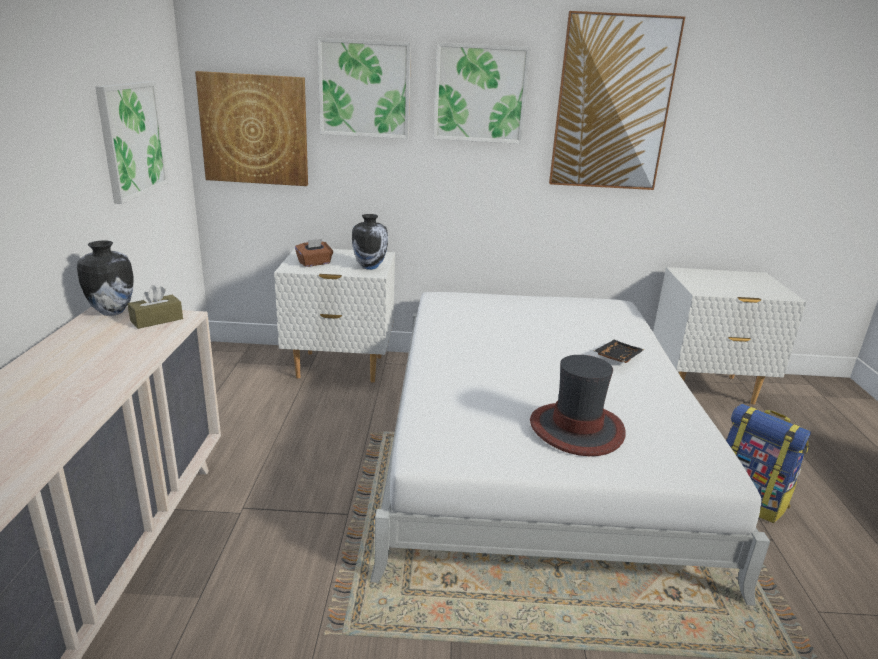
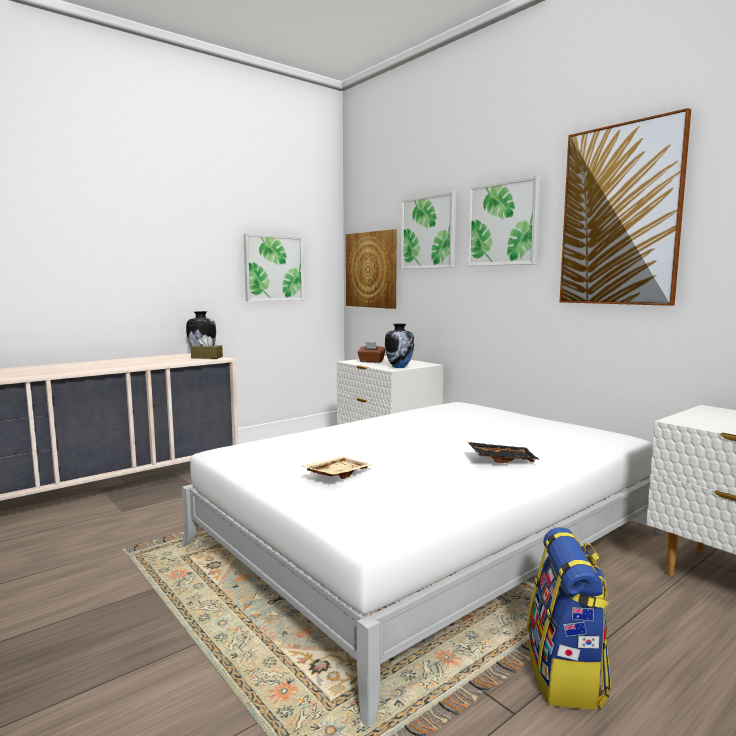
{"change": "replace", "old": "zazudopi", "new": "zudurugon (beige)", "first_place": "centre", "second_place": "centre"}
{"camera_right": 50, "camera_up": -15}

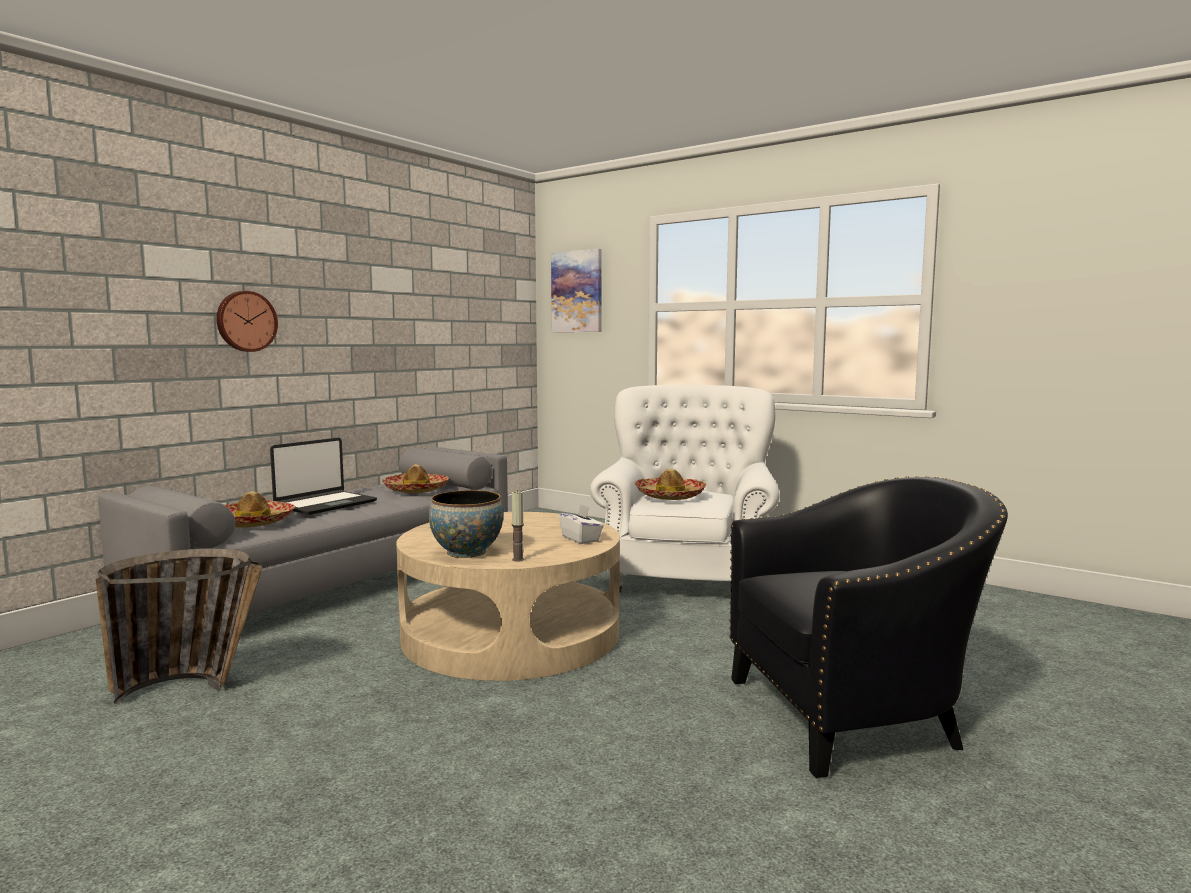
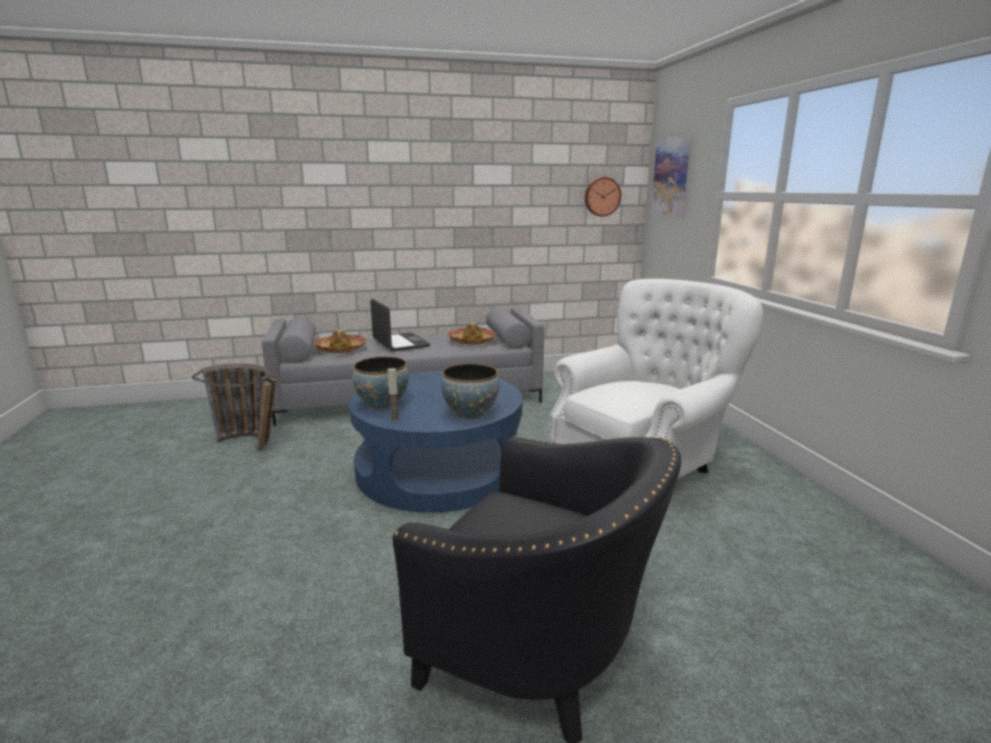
{"change": "delete", "old": "zazudopi (3rd from left)", "first_place": "centre"}
{"change": "move", "old": "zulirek", "first_place": "middle left", "second_place": "top centre"}
{"change": "replace", "old": "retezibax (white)", "new": "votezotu (2nd from left)", "first_place": "centre", "second_place": "centre"}
{"change": "recolor", "old": "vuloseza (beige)", "new": "vuloseza (blue)", "first_place": "bottom centre", "second_place": "centre"}
{"change": "rotate", "old": "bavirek", "first_place": "middle left", "second_place": "centre", "degrees": -105}
{"camera_right": 40, "camera_up": 10}

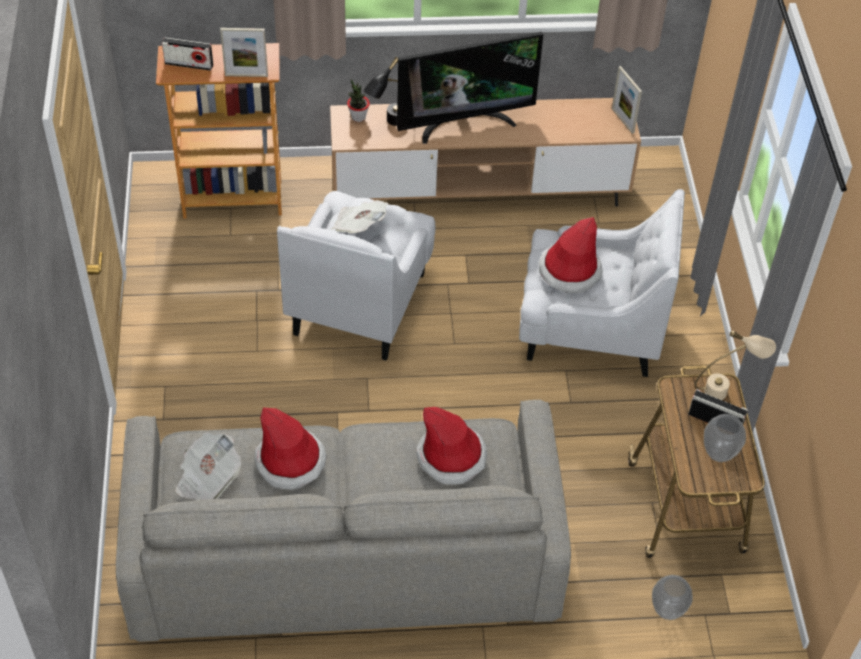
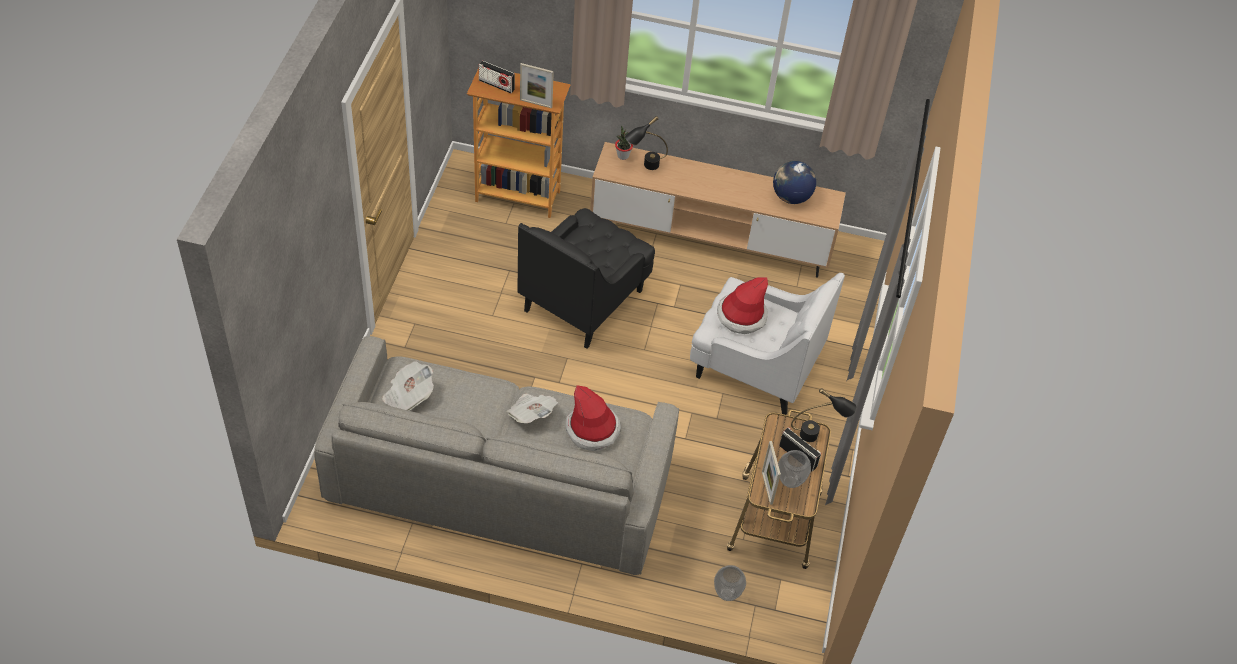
{"change": "delete", "old": "zazudopi (1st from left)", "first_place": "bottom centre"}
{"change": "delete", "old": "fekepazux", "first_place": "top centre"}
{"change": "insert", "new": "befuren", "second_place": "top centre"}
{"change": "move", "old": "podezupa (2nd from left)", "first_place": "top centre", "second_place": "centre"}
{"change": "move", "old": "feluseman (2nd from left)", "first_place": "top right", "second_place": "bottom centre"}
{"change": "recolor", "old": "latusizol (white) (1st from left)", "new": "latusizol (black)", "first_place": "centre", "second_place": "centre"}
{"change": "recolor", "old": "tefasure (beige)", "new": "tefasure (black) (2nd from left)", "first_place": "middle right", "second_place": "centre"}
{"camera_right": 15, "camera_up": 0}

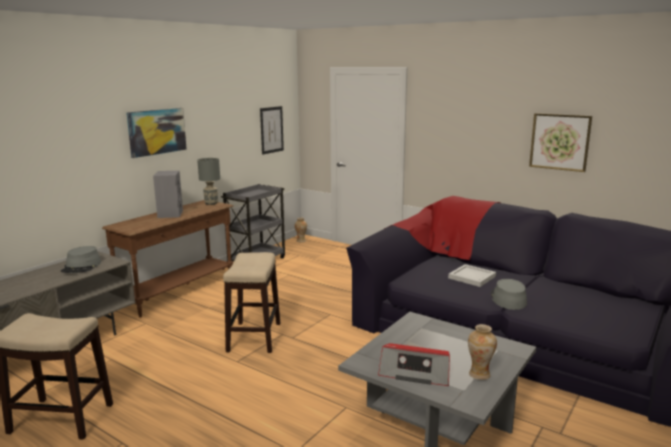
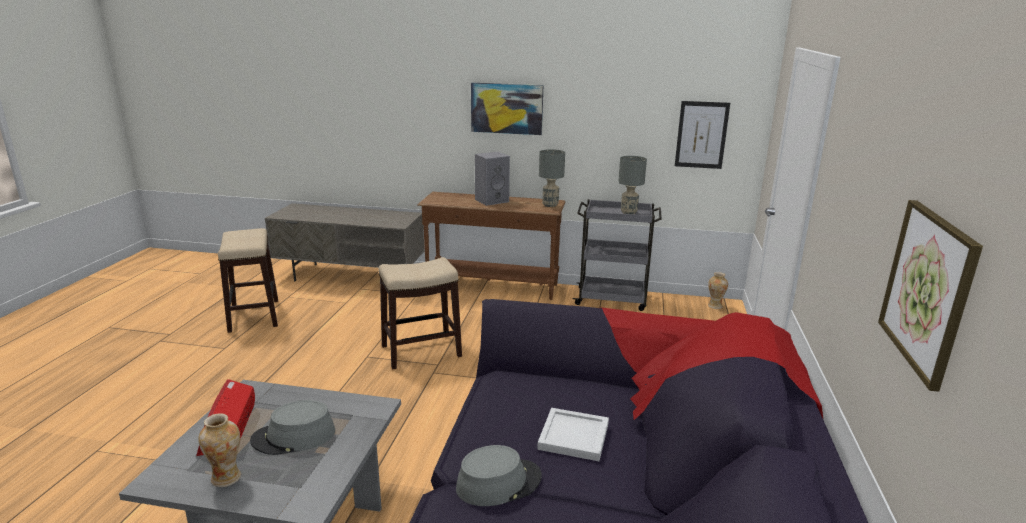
{"change": "insert", "new": "tefasure (grey) (2nd from left)", "second_place": "centre"}
{"change": "move", "old": "zazudopi (grey) (1st from left)", "first_place": "middle left", "second_place": "bottom left"}
{"camera_right": 65, "camera_up": 5}

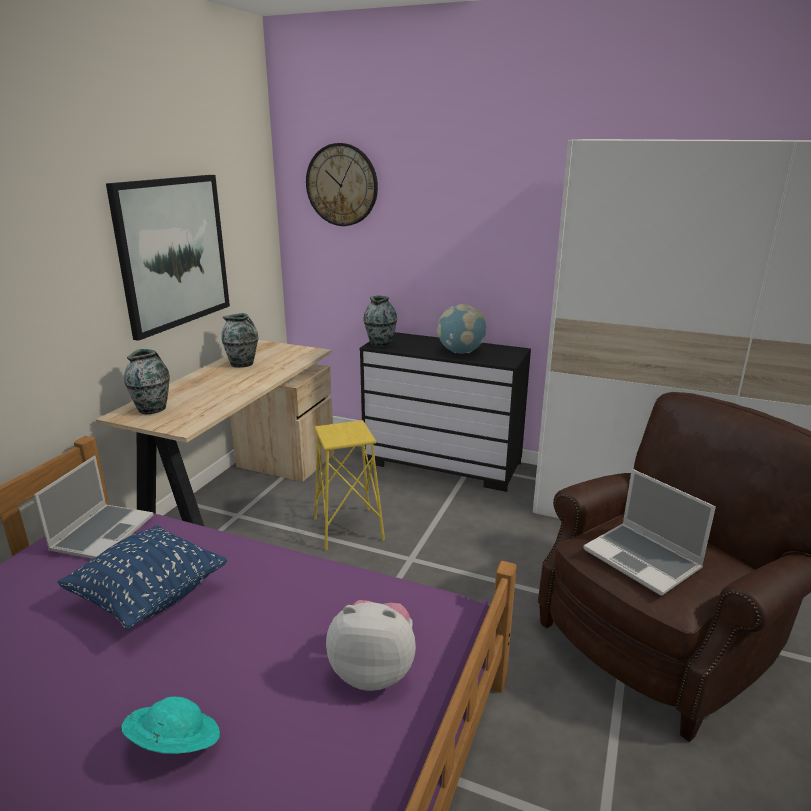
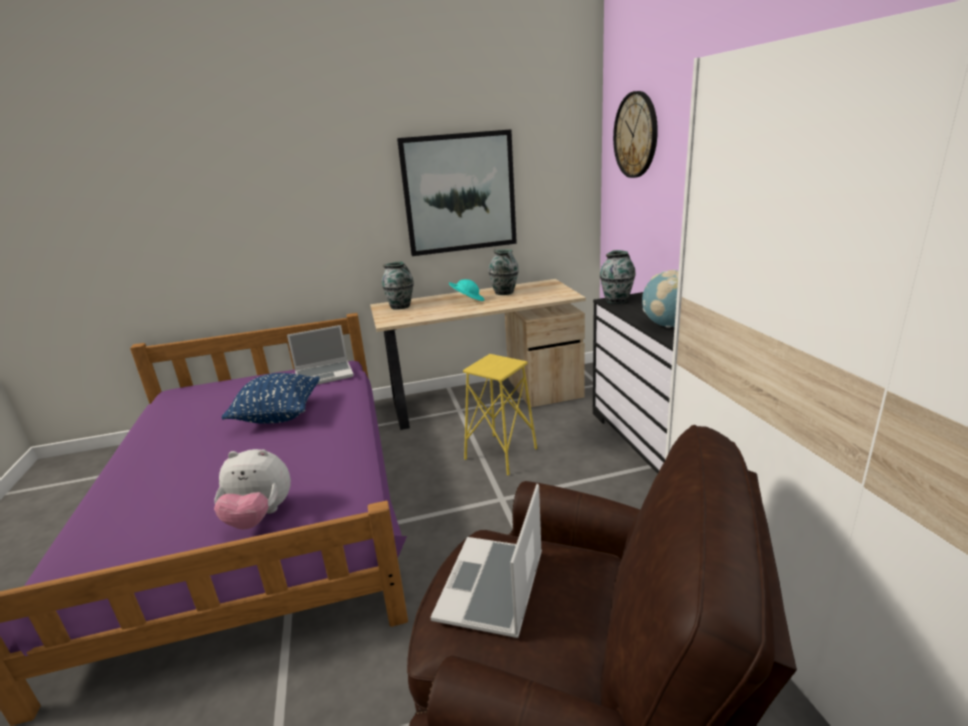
{"change": "move", "old": "zazudopi (turquoise)", "first_place": "bottom left", "second_place": "centre"}
{"change": "rotate", "old": "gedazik", "first_place": "bottom centre", "second_place": "bottom left", "degrees": 120}
{"camera_right": 55, "camera_up": 0}

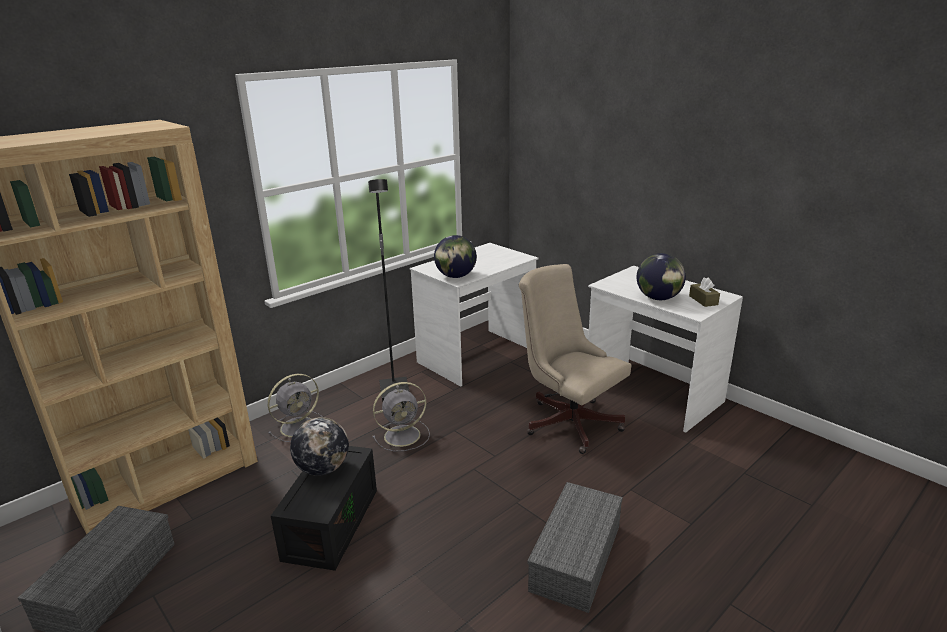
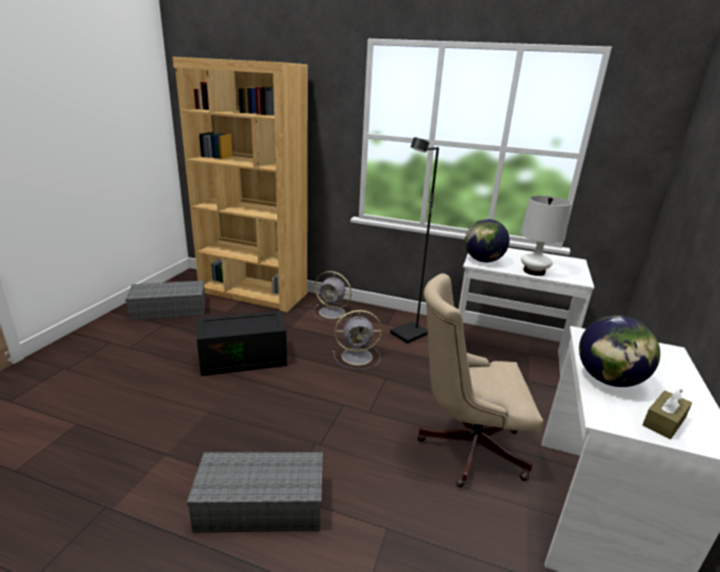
{"change": "delete", "old": "befuren (1st from left)", "first_place": "bottom centre"}
{"change": "insert", "new": "tefasure (white)", "second_place": "middle right"}
{"change": "rotate", "old": "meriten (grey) (2nd from left)", "first_place": "centre", "second_place": "centre", "degrees": -45}
{"change": "rotate", "old": "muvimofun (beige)", "first_place": "centre", "second_place": "middle right", "degrees": -105}
{"camera_right": 60, "camera_up": 0}

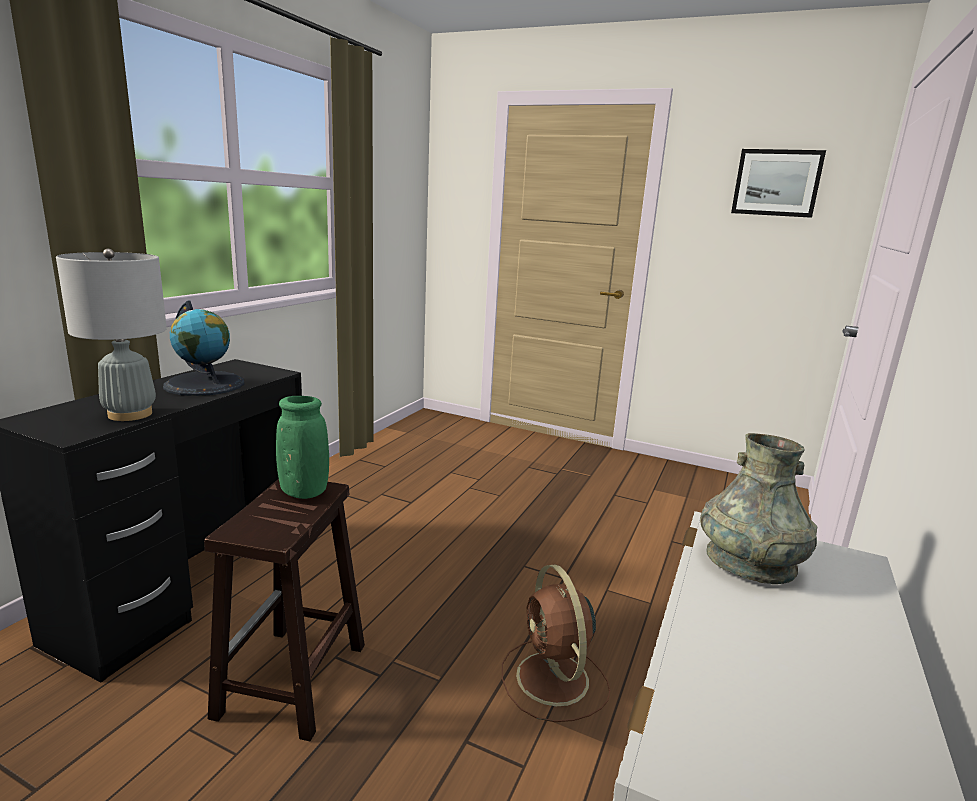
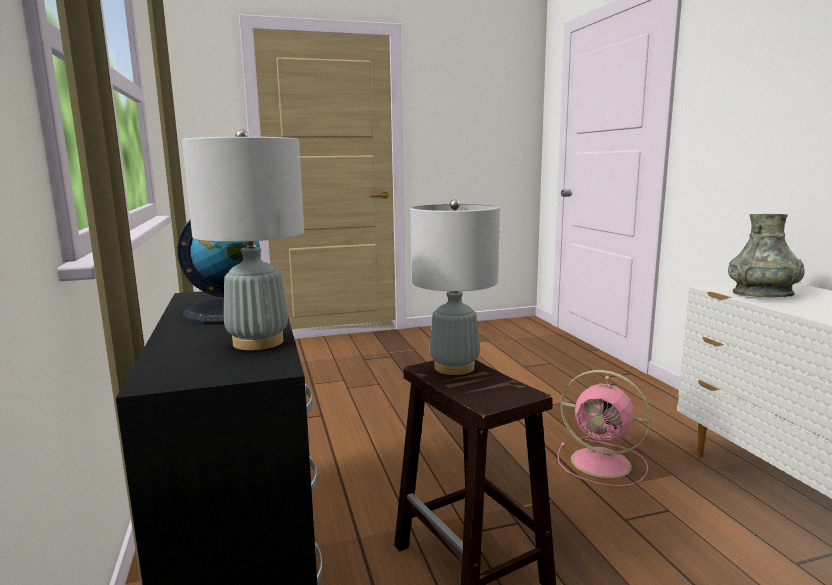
{"change": "delete", "old": "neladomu", "first_place": "top right"}
{"change": "replace", "old": "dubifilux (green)", "new": "tefasure (grey) (2nd from left)", "first_place": "middle left", "second_place": "centre"}
{"change": "recolor", "old": "meriten (brown)", "new": "meriten (pink)", "first_place": "bottom centre", "second_place": "bottom right"}
{"camera_right": -40, "camera_up": -5}

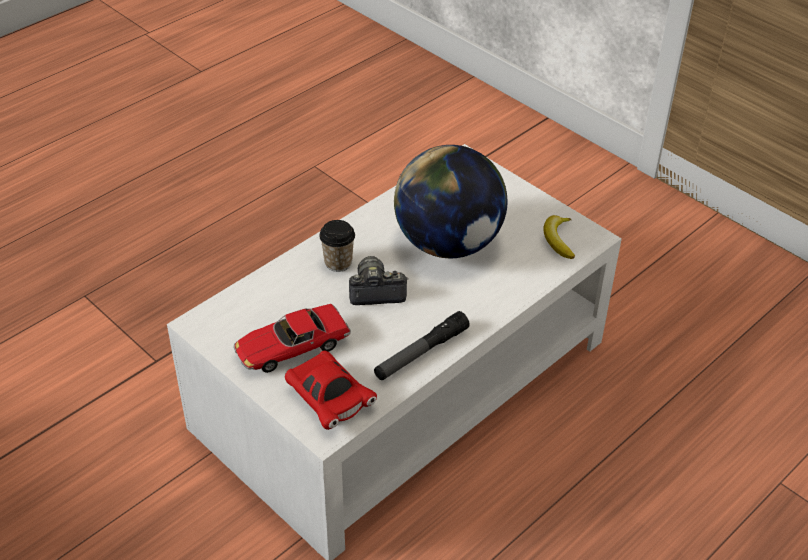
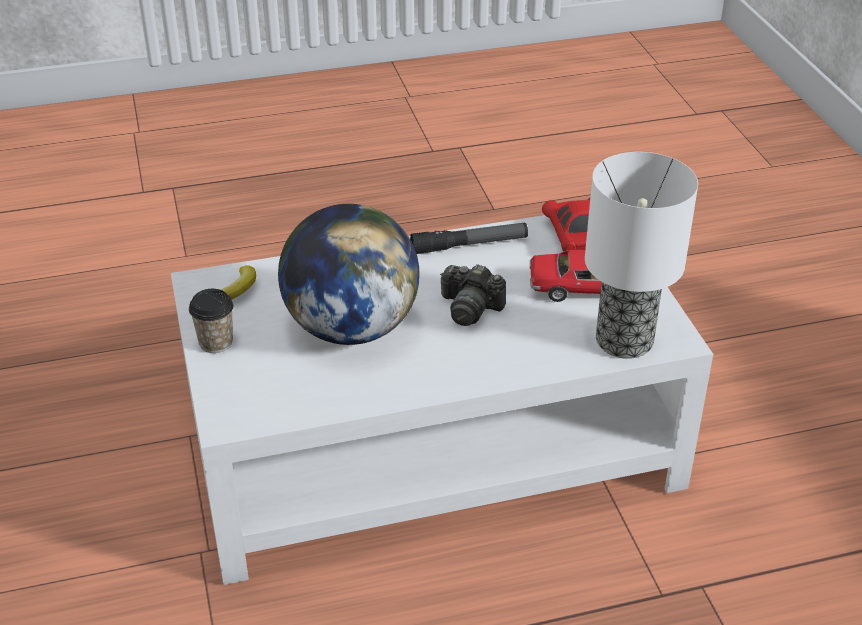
{"change": "insert", "new": "tefasure", "second_place": "middle right"}
{"change": "move", "old": "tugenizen", "first_place": "centre", "second_place": "middle left"}
{"camera_right": -150, "camera_up": -5}

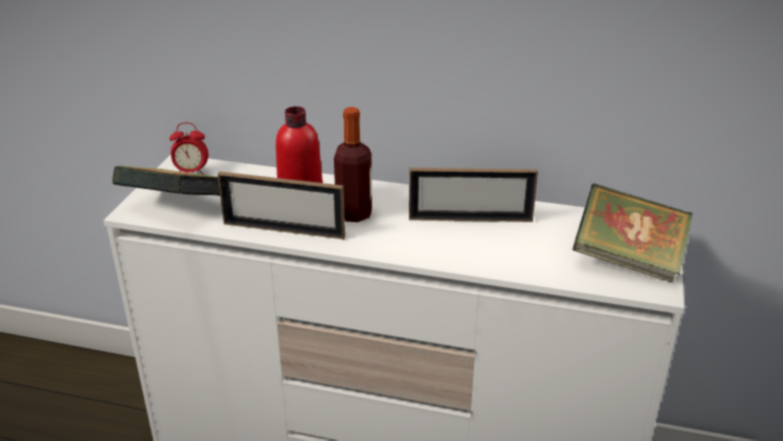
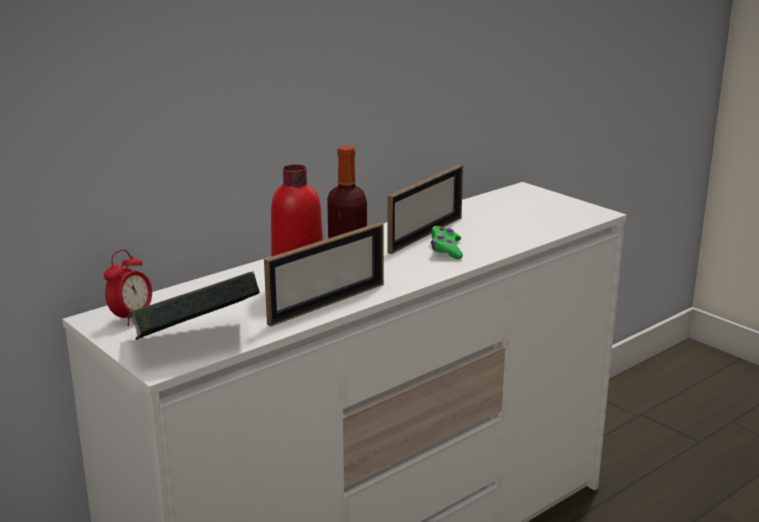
{"change": "delete", "old": "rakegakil (2nd from left)", "first_place": "middle right"}
{"change": "insert", "new": "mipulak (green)", "second_place": "centre"}
{"camera_right": -55, "camera_up": -10}

